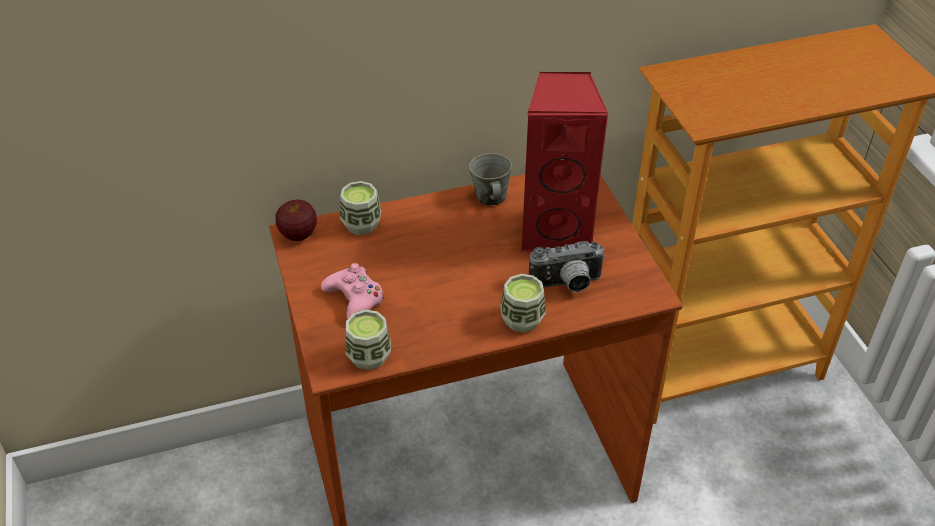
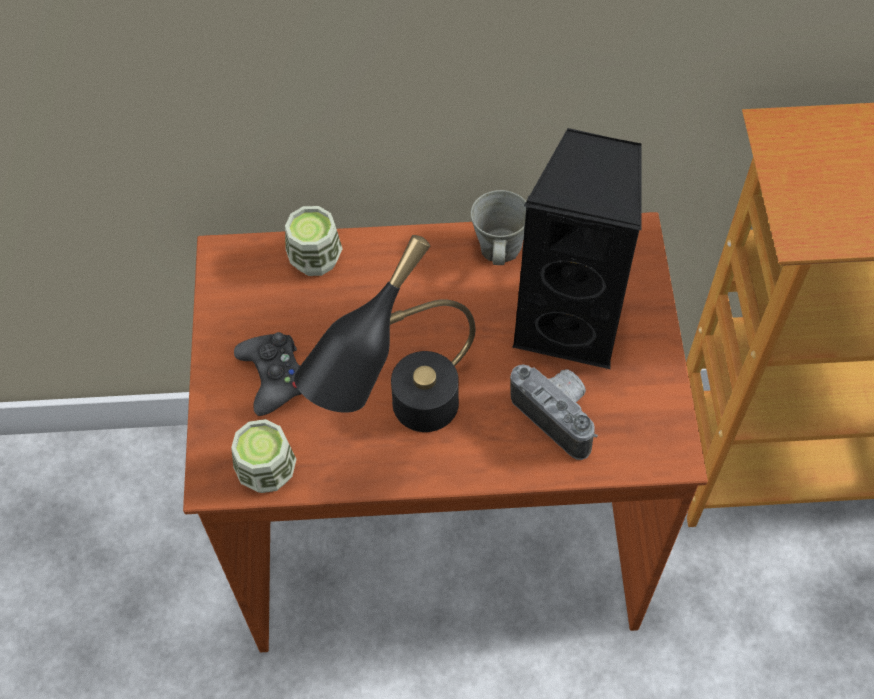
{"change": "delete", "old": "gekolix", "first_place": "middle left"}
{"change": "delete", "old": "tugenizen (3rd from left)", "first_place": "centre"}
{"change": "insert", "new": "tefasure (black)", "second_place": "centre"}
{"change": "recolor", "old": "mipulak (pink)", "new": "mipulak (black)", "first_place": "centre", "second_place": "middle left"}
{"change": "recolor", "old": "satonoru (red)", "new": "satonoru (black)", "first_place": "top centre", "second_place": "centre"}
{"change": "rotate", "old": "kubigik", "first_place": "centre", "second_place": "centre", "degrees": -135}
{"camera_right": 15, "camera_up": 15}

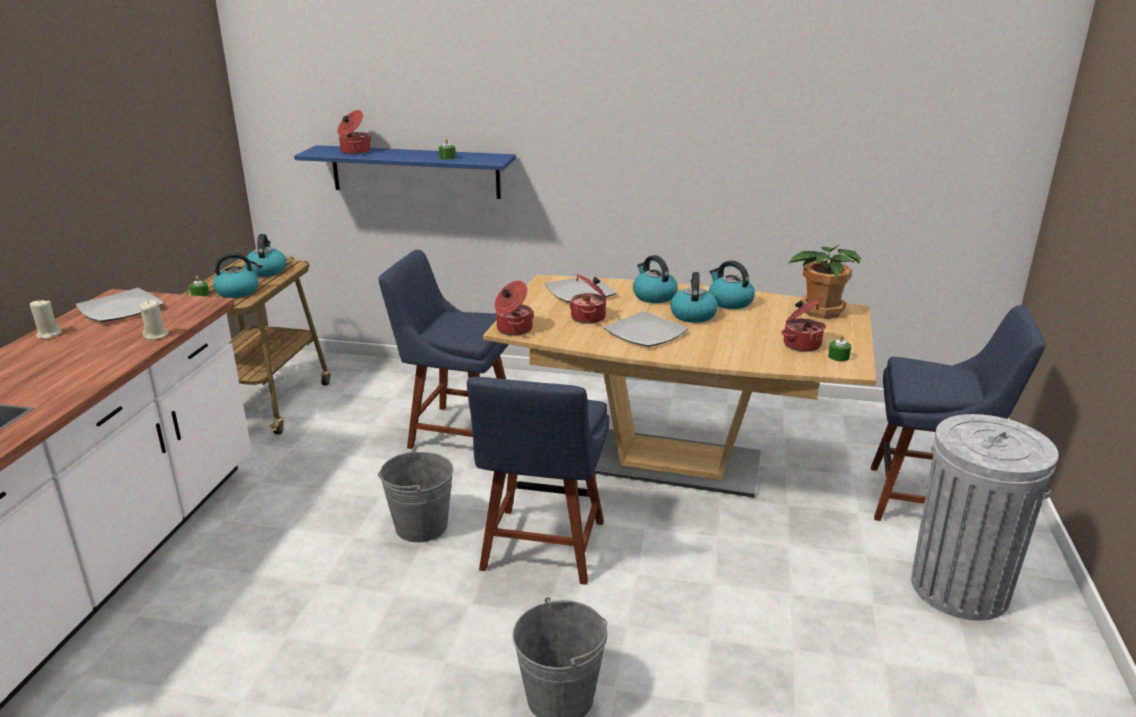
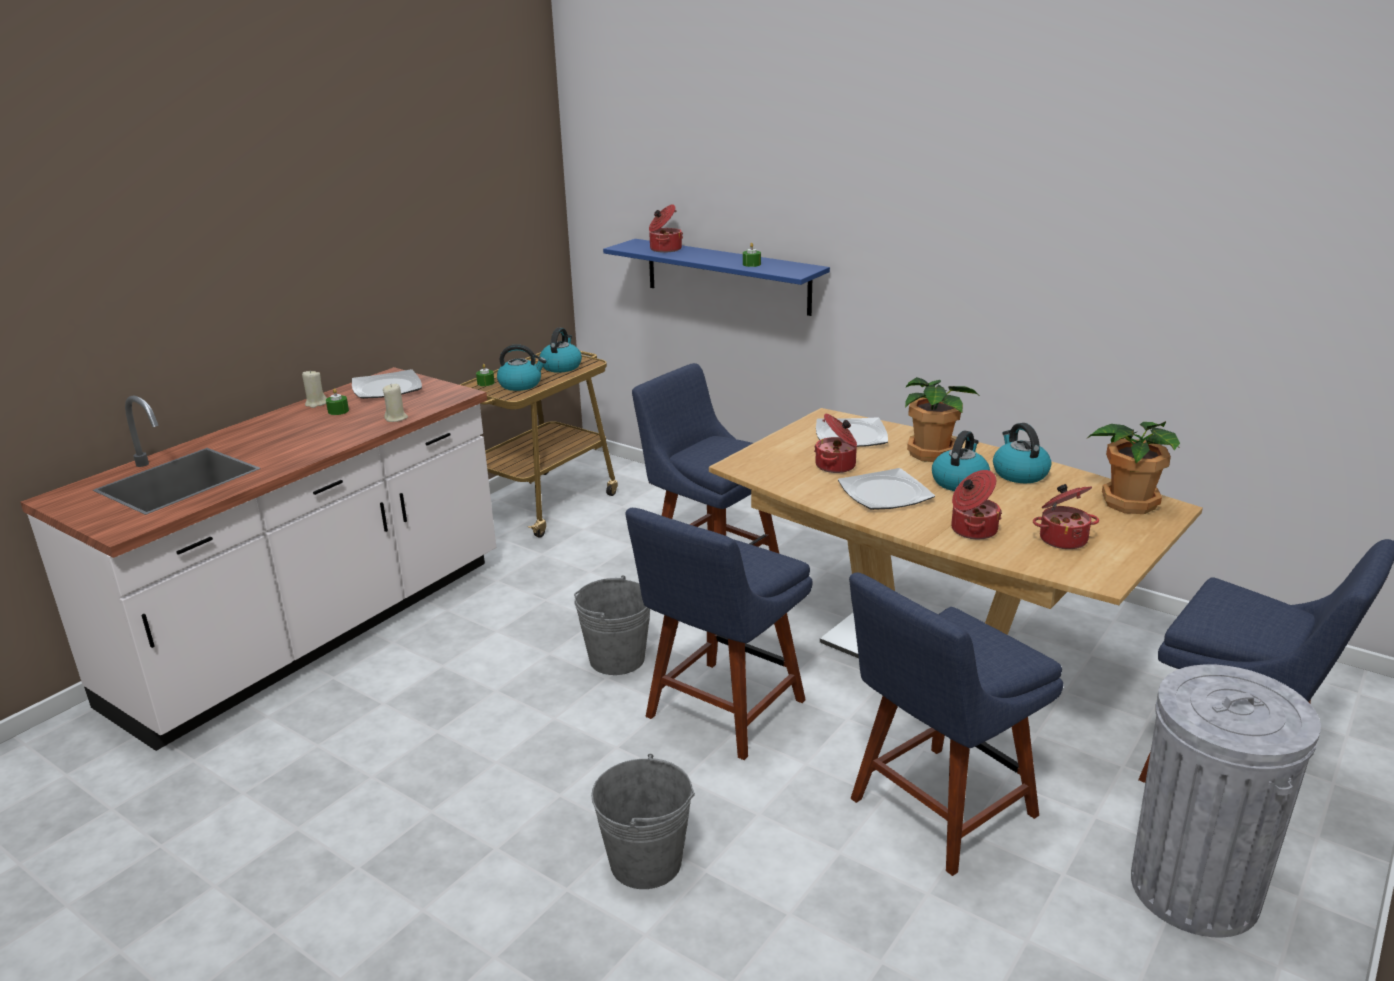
{"change": "insert", "new": "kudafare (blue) (3rd from left)", "second_place": "bottom right"}
{"change": "move", "old": "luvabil (2nd from left in the first image)", "new": "luvabil (3rd from left)", "first_place": "centre", "second_place": "middle right"}
{"change": "move", "old": "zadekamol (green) (3rd from left in the first image)", "new": "zadekamol (green) (1st from left)", "first_place": "middle right", "second_place": "middle left"}
{"change": "replace", "old": "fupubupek (3rd from left)", "new": "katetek (1st from left)", "first_place": "centre", "second_place": "middle right"}
{"camera_right": 25, "camera_up": 0}

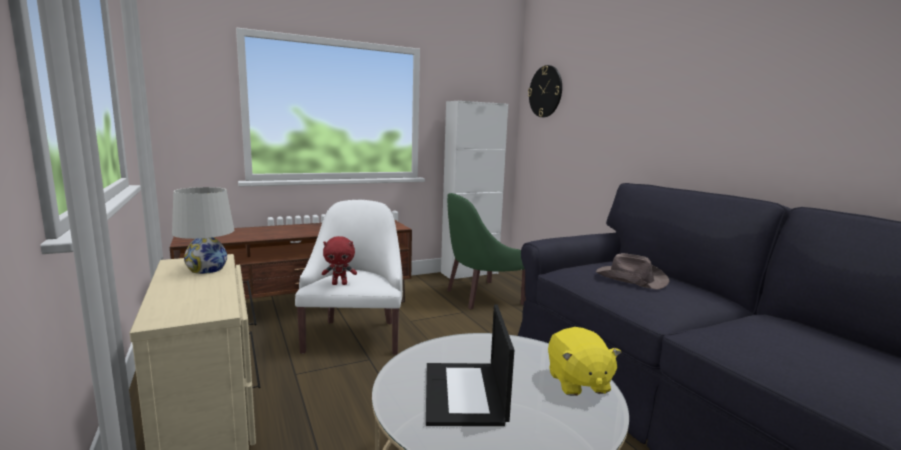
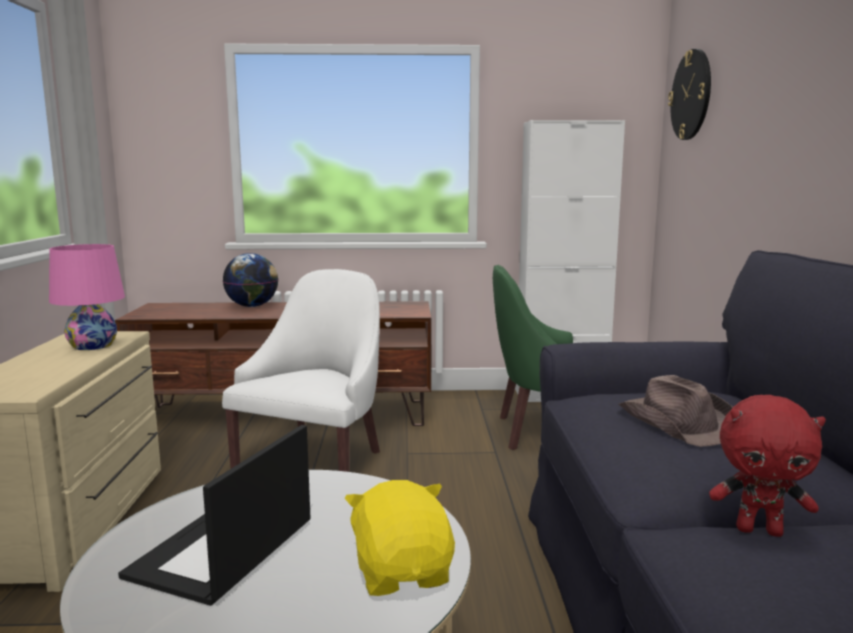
{"change": "insert", "new": "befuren", "second_place": "middle left"}
{"change": "move", "old": "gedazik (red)", "first_place": "centre", "second_place": "bottom right"}
{"change": "recolor", "old": "tefasure (white)", "new": "tefasure (pink)", "first_place": "middle left", "second_place": "middle left"}
{"change": "rotate", "old": "gedazik (yellow)", "first_place": "bottom centre", "second_place": "bottom centre", "degrees": 150}
{"camera_right": 25, "camera_up": 0}

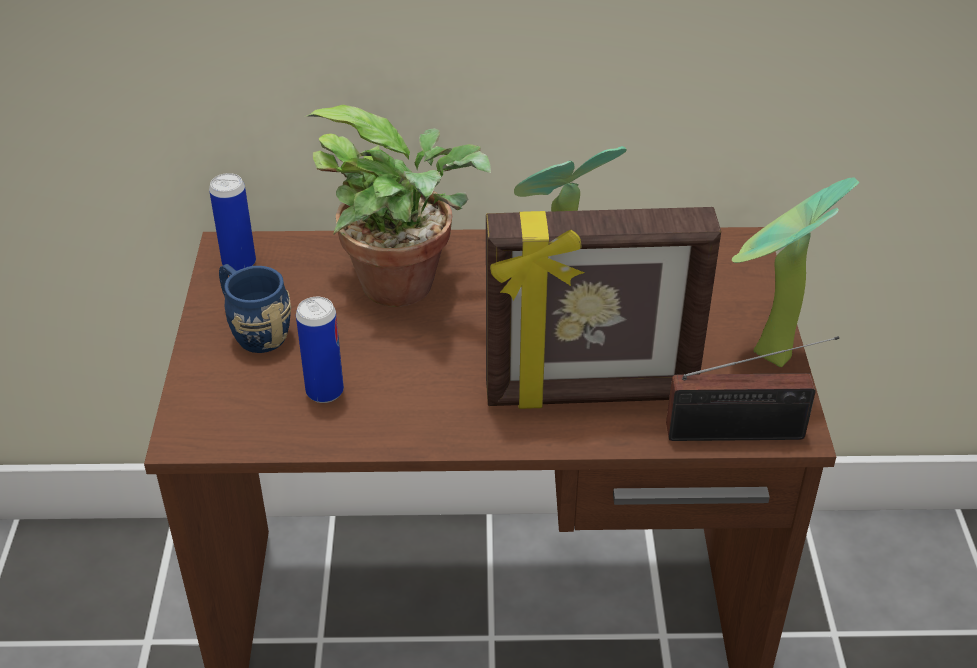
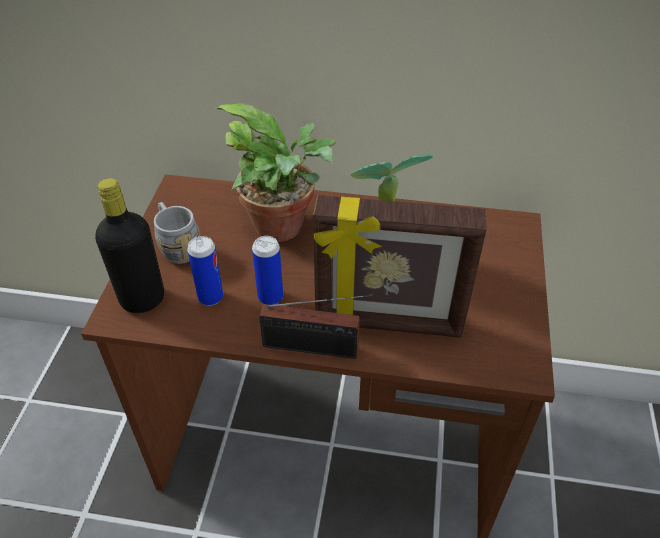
{"change": "delete", "old": "katetek (3rd from left)", "first_place": "middle right"}
{"change": "insert", "new": "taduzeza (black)", "second_place": "middle left"}
{"change": "move", "old": "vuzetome (1st from left in the first image)", "new": "vuzetome (2nd from left)", "first_place": "top left", "second_place": "centre"}
{"change": "move", "old": "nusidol", "first_place": "middle right", "second_place": "centre"}
{"change": "recolor", "old": "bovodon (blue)", "new": "bovodon (grey)", "first_place": "middle left", "second_place": "middle left"}
{"camera_right": 10, "camera_up": 5}

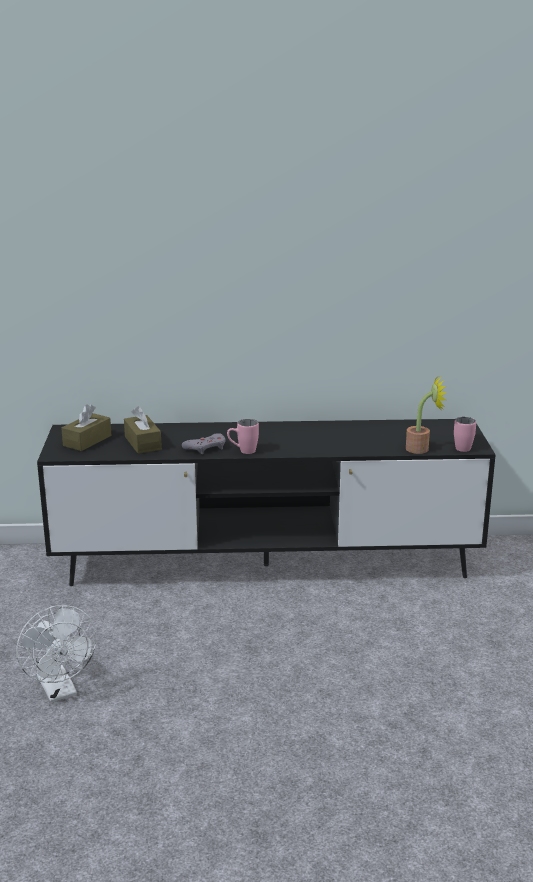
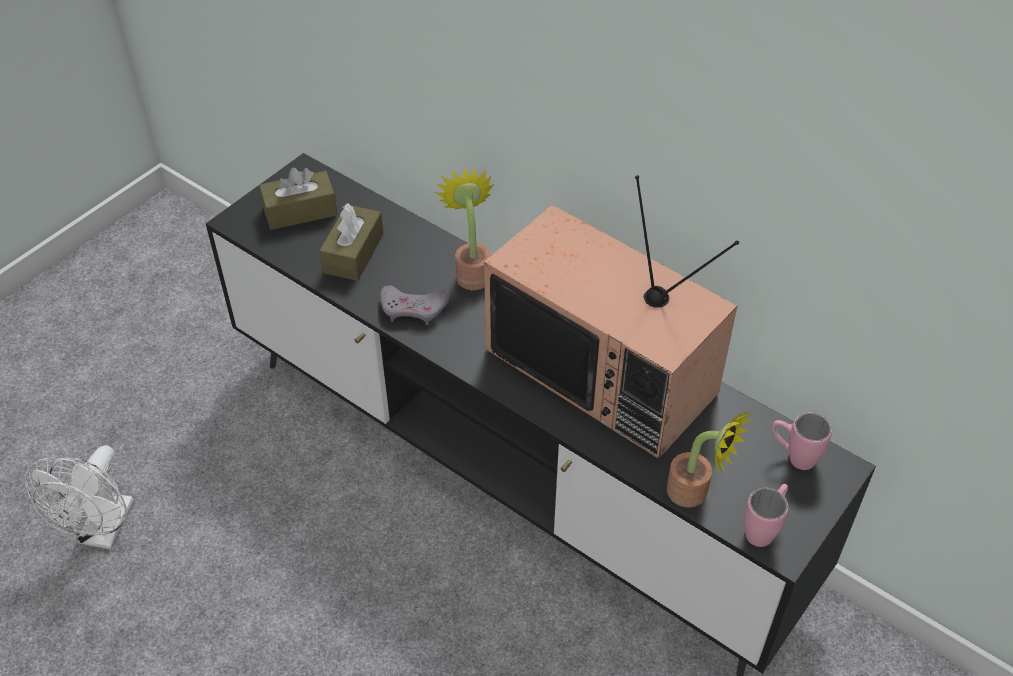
{"change": "insert", "new": "katetek (1st from left)", "second_place": "centre"}
{"change": "insert", "new": "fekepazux", "second_place": "centre"}
{"change": "move", "old": "bovodon (pink) (1st from left in the first image)", "new": "bovodon (pink) (2nd from left)", "first_place": "centre", "second_place": "middle right"}
{"camera_right": 40, "camera_up": 25}

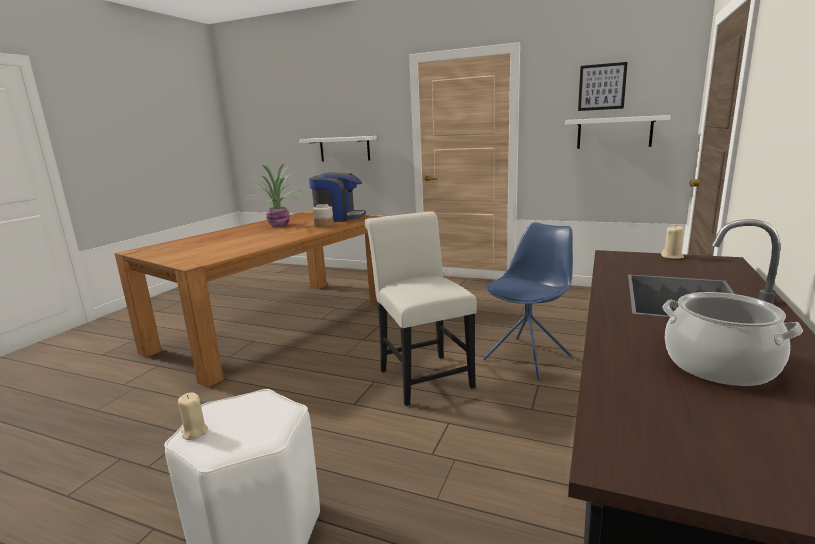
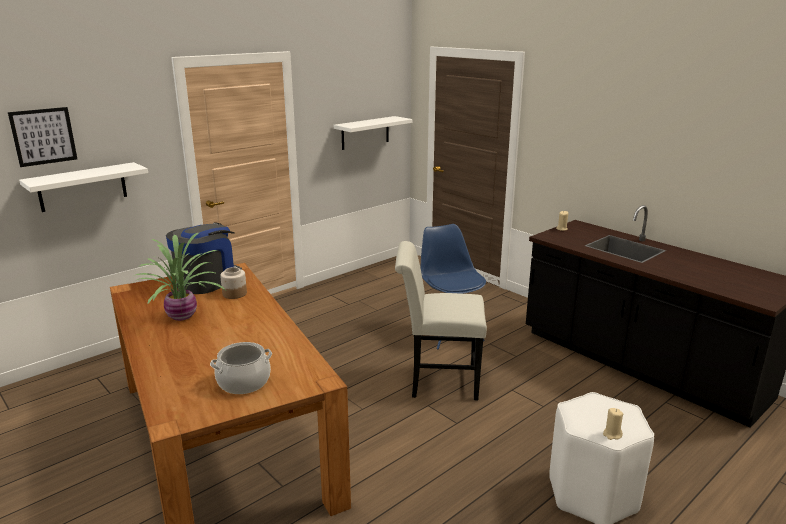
{"change": "move", "old": "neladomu", "first_place": "top right", "second_place": "top left"}
{"change": "move", "old": "luvabil", "first_place": "middle right", "second_place": "bottom left"}
{"camera_right": -65, "camera_up": 5}

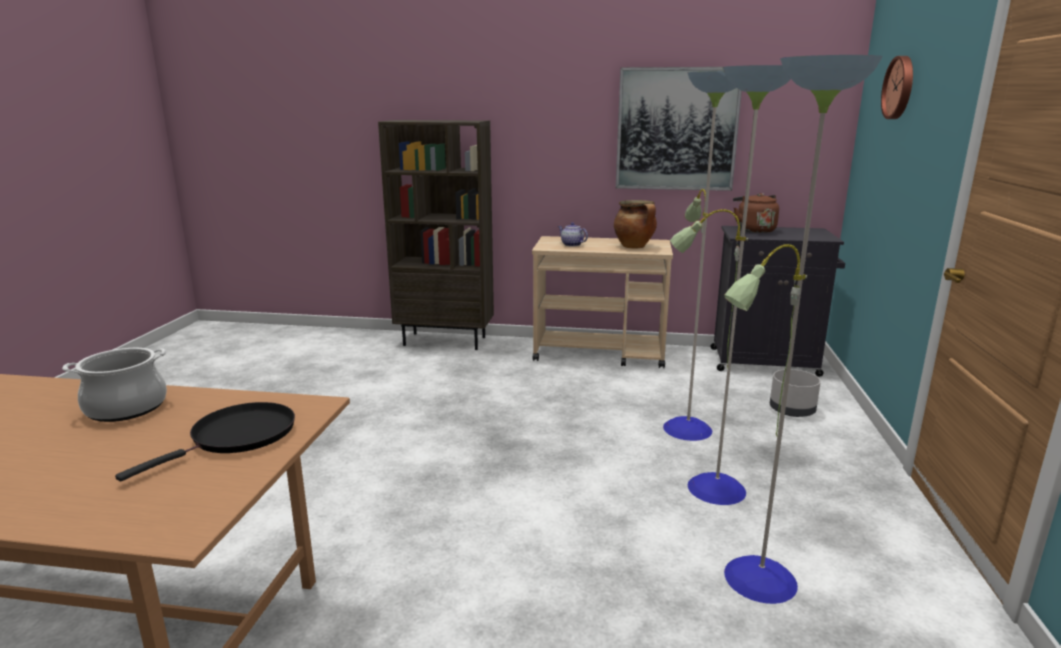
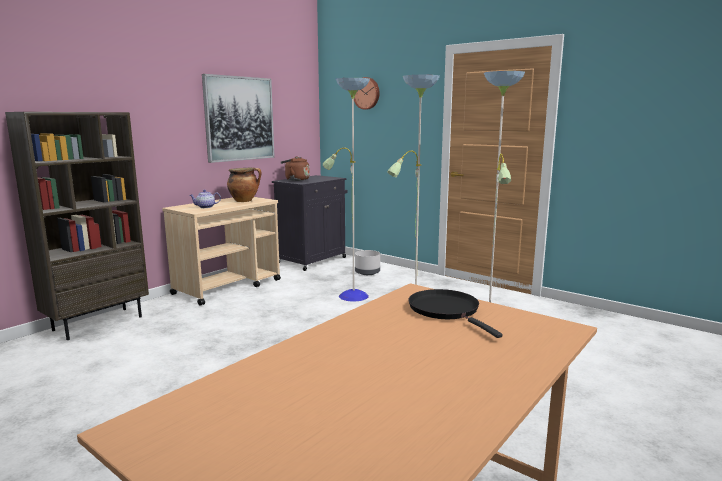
{"change": "delete", "old": "luvabil (1st from left)", "first_place": "middle left"}
{"camera_right": -60, "camera_up": -5}

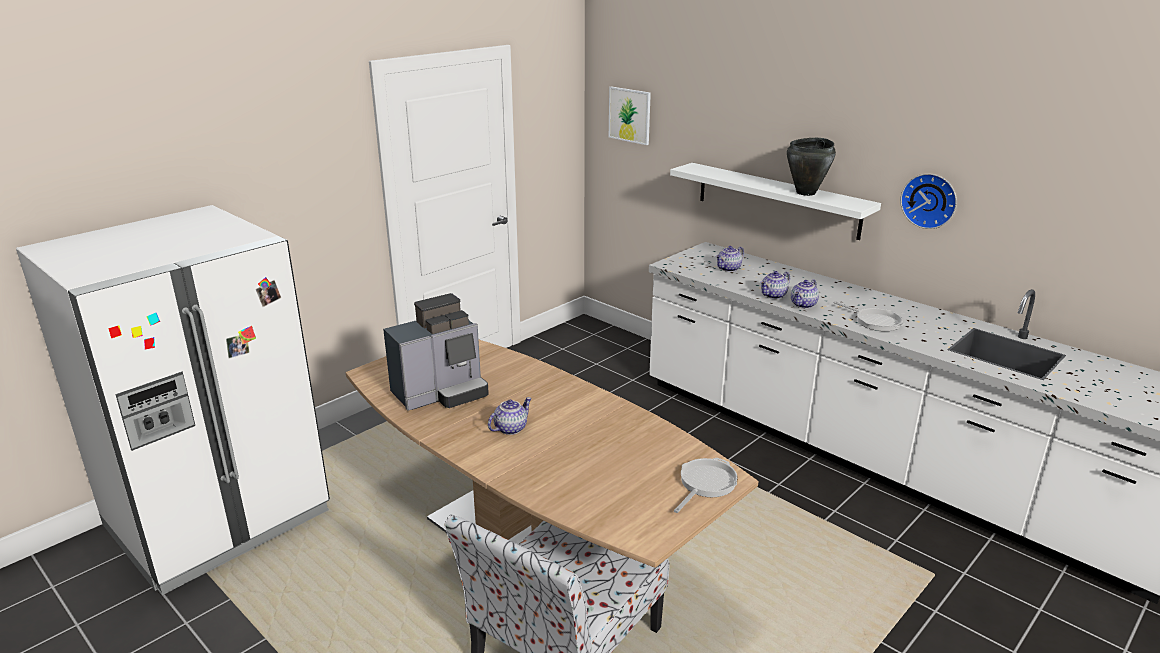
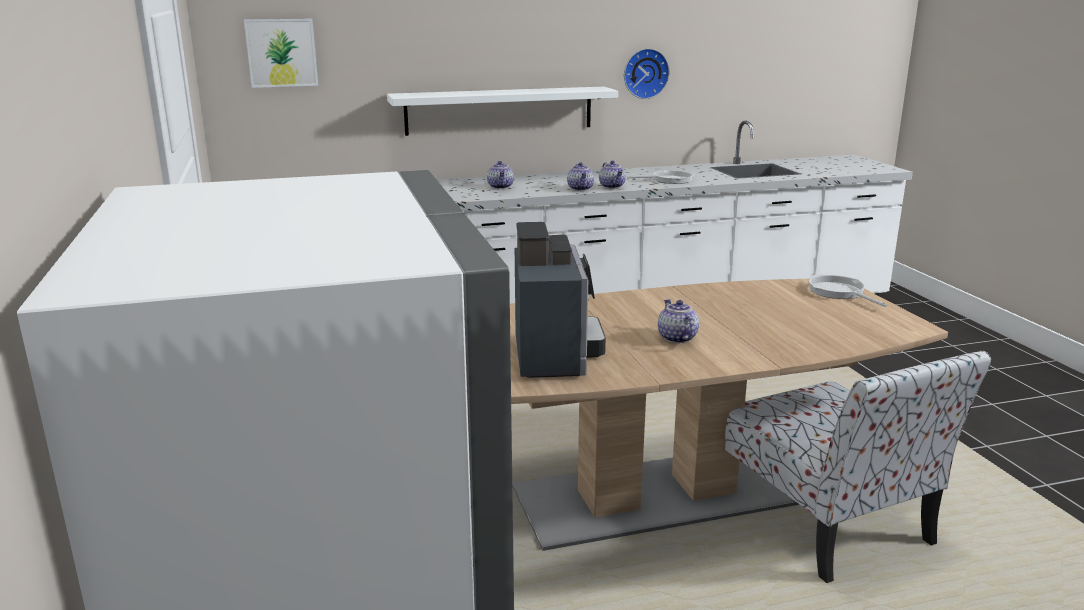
{"change": "delete", "old": "luvabil (black)", "first_place": "top right"}
{"camera_right": -60, "camera_up": -5}

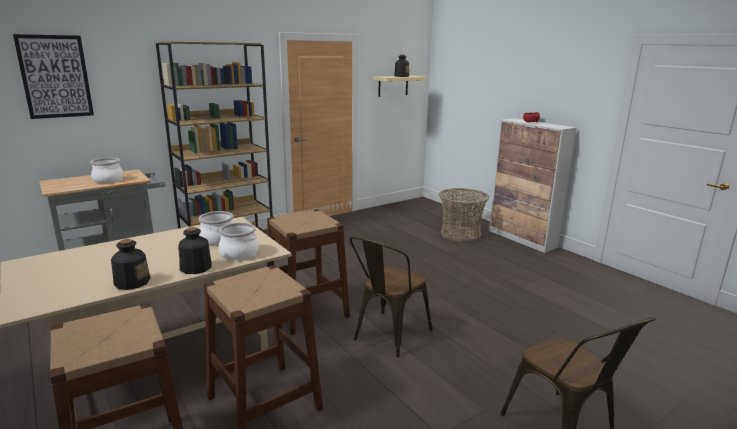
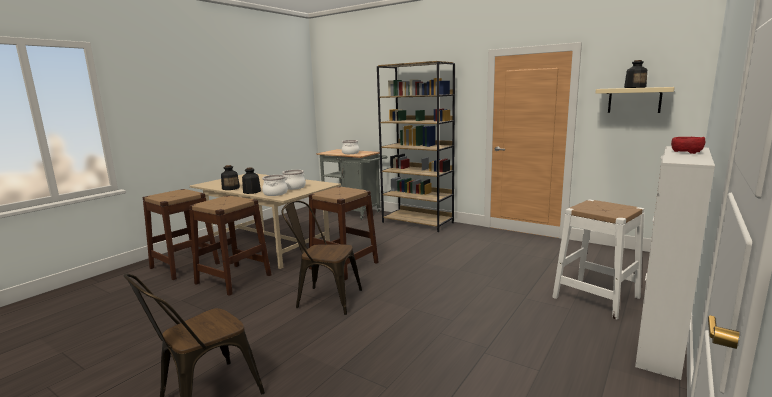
{"change": "delete", "old": "neladomu", "first_place": "top left"}
{"change": "replace", "old": "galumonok", "new": "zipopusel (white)", "first_place": "centre", "second_place": "middle right"}
{"camera_right": 70, "camera_up": -5}

